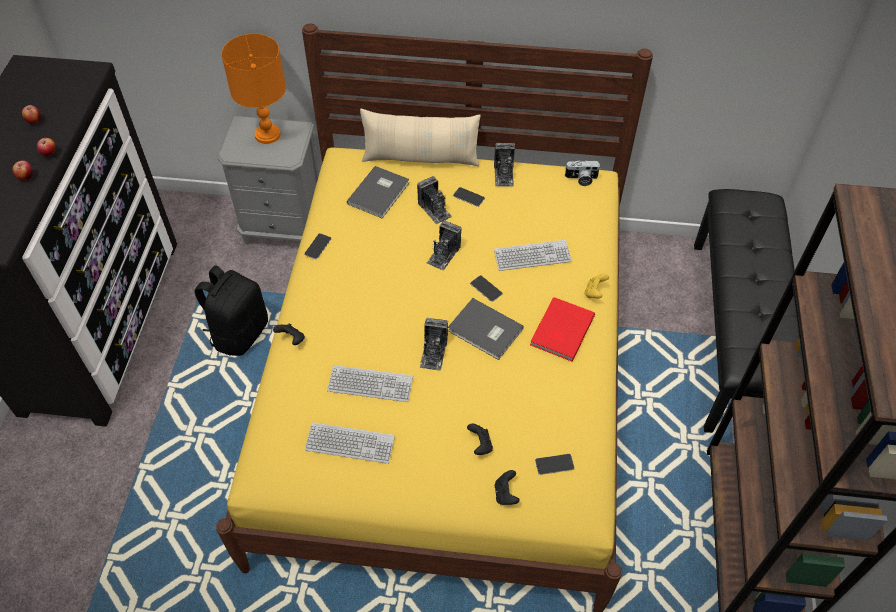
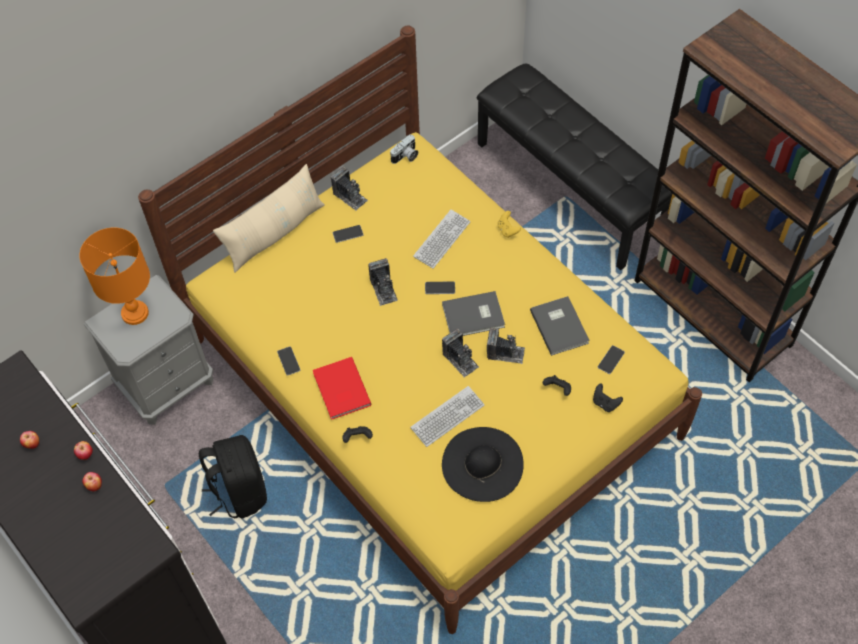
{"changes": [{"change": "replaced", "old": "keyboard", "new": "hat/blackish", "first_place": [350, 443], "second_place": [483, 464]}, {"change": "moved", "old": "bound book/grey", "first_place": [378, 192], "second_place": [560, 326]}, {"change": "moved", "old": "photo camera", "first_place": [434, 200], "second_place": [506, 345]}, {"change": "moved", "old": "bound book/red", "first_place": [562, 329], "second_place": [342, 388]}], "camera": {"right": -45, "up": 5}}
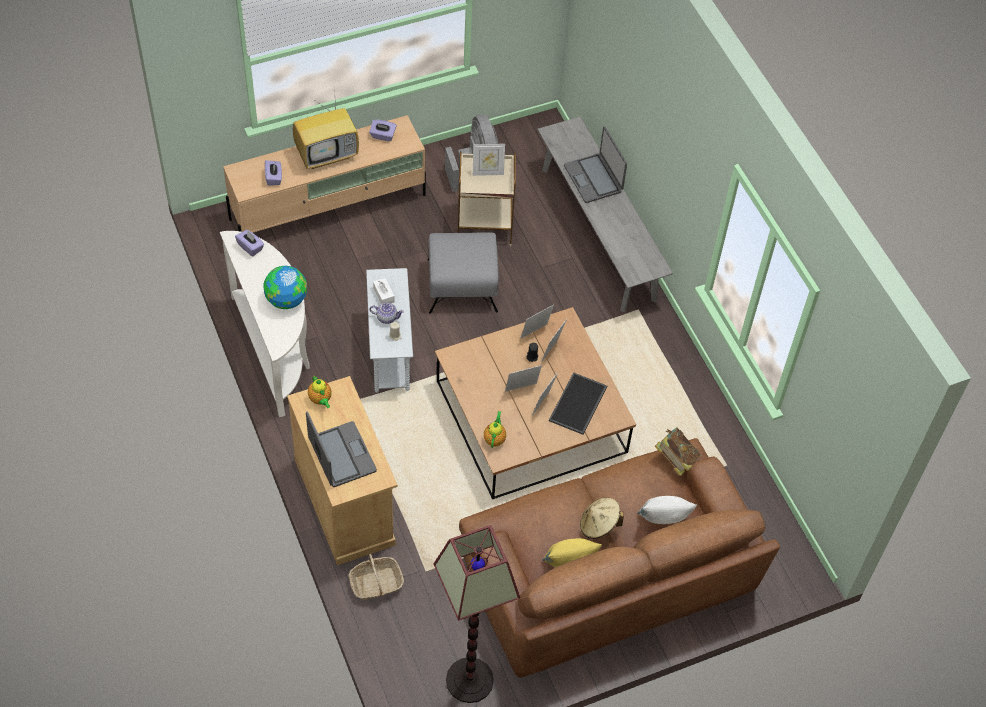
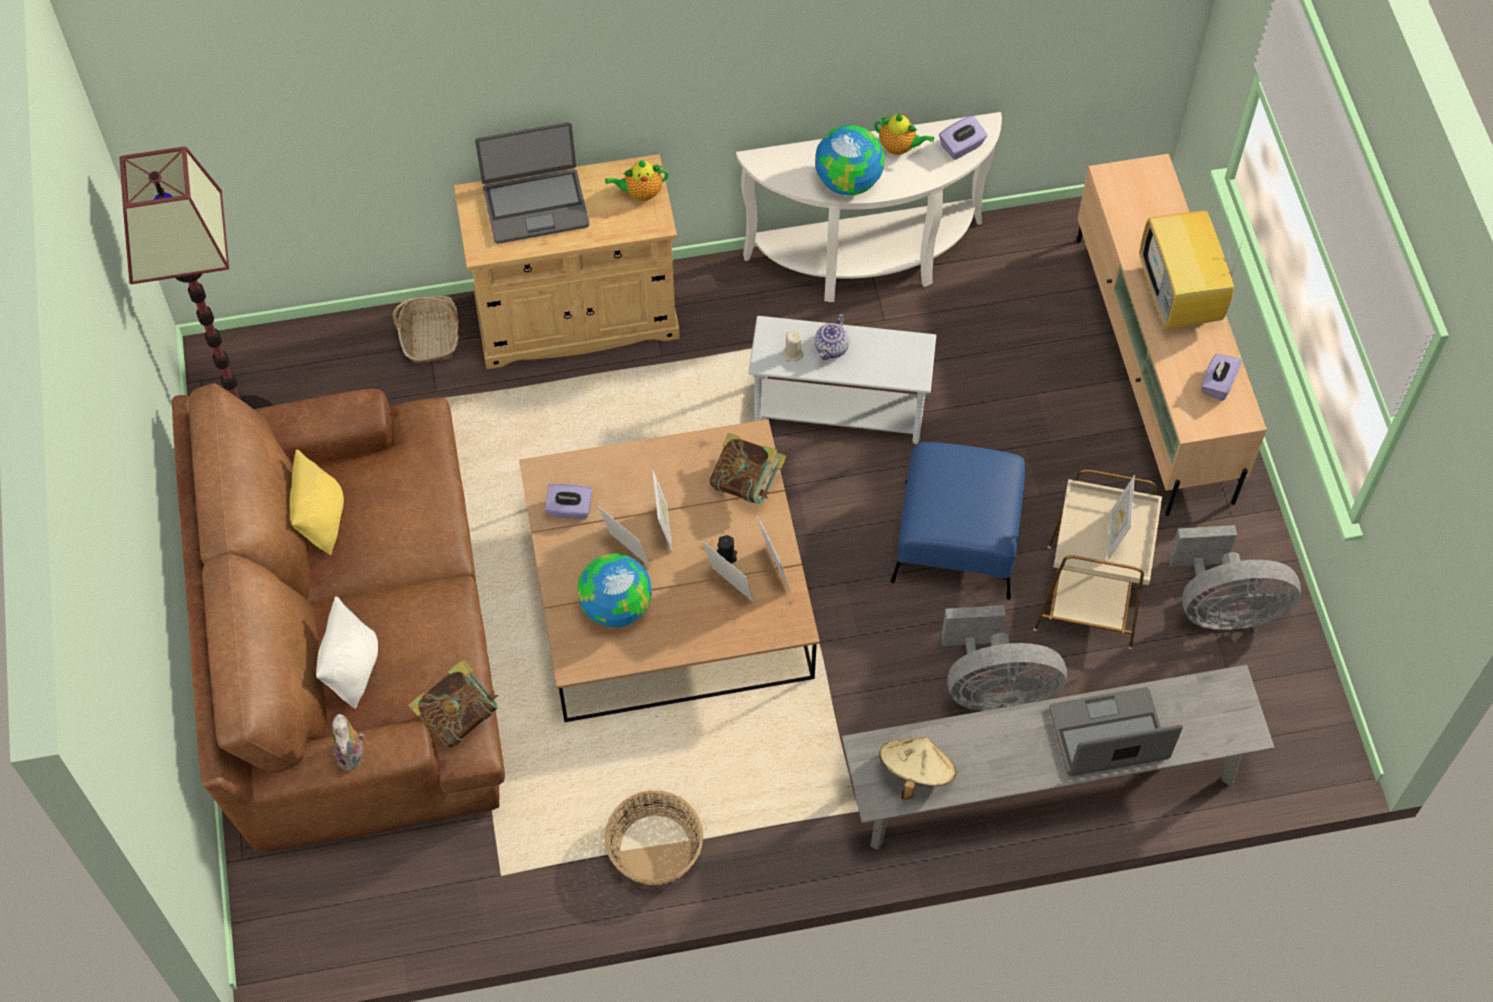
{"changes": [{"change": "moved", "old": "tissue box/purplish", "first_place": [273, 173], "second_place": [568, 501]}, {"change": "removed", "old": "tissue box/white", "first_place": [384, 291]}, {"change": "recoloured", "old": "ottoman/grey", "new": "ottoman/blue", "first_place": [463, 273], "second_place": [958, 521]}, {"change": "moved", "old": "tea pot", "first_place": [495, 429], "second_place": [904, 134]}, {"change": "replaced", "old": "carrying tray", "new": "world globe", "first_place": [578, 403], "second_place": [615, 590]}, {"change": "moved", "old": "hat/sand-coloured", "first_place": [602, 518], "second_place": [917, 768]}, {"change": "added", "new": "soft toy", "second_place": [347, 742]}, {"change": "added", "new": "storage basket", "second_place": [654, 837]}, {"change": "added", "new": "bound book", "second_place": [747, 468]}, {"change": "added", "new": "electric fan/grey", "second_place": [1004, 658]}], "camera": {"right": 105, "up": 5}}
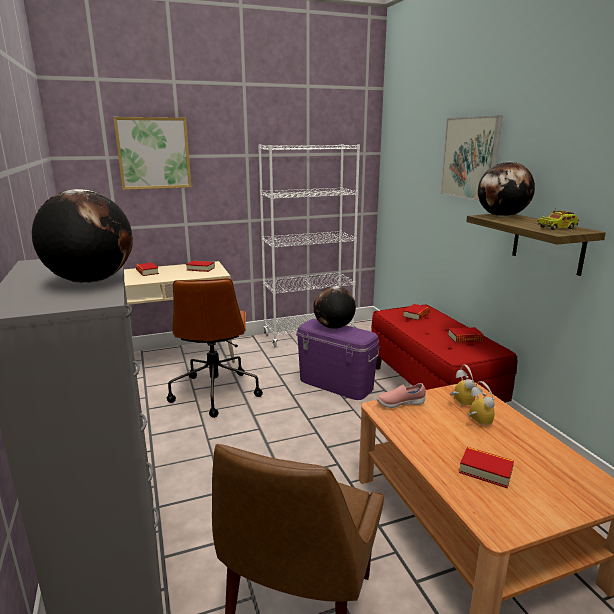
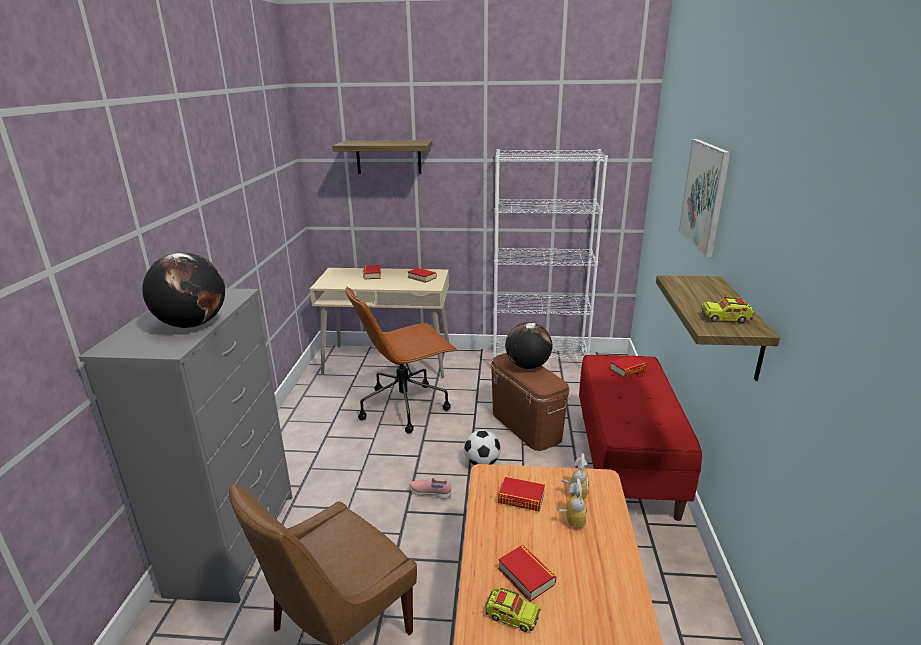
{"changes": [{"change": "replaced", "old": "wall picture", "new": "wall shelf", "first_place": [152, 153], "second_place": [382, 157]}, {"change": "turned", "old": "computer chair/brown-coloured", "first_place": [214, 348], "second_place": [401, 360], "degrees": 45}, {"change": "recoloured", "old": "storage container/purplish", "new": "storage container/brown-coloured", "first_place": [338, 359], "second_place": [530, 402]}, {"change": "moved", "old": "low shoe/pink", "first_place": [401, 395], "second_place": [430, 488]}, {"change": "moved", "old": "bound book", "first_place": [466, 335], "second_place": [521, 494]}, {"change": "removed", "old": "world globe", "first_place": [506, 189]}, {"change": "added", "new": "ball for football", "second_place": [482, 447]}, {"change": "added", "new": "model truck", "second_place": [513, 610]}], "camera": {"right": 25, "up": 5}}
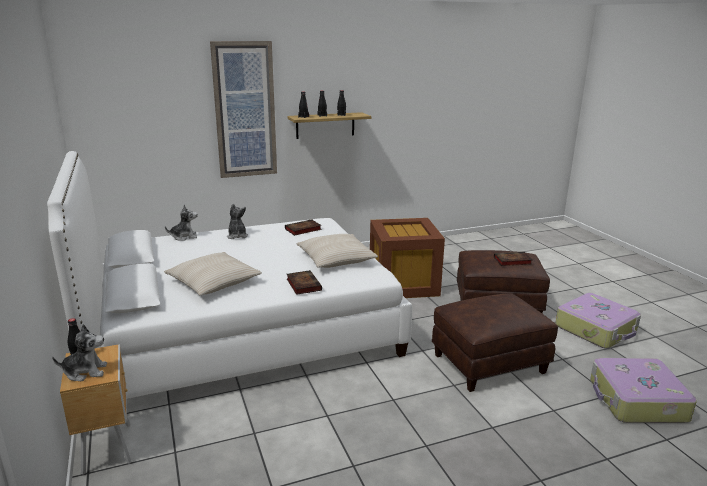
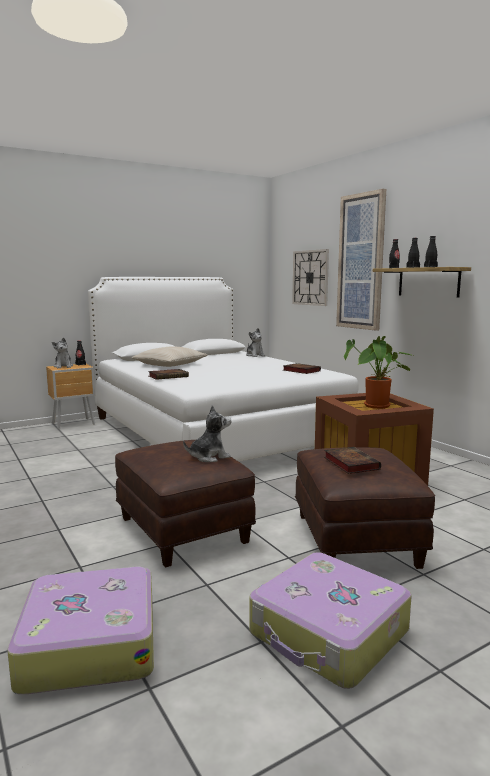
{"changes": [{"change": "moved", "old": "soft toy", "first_place": [237, 221], "second_place": [207, 433]}, {"change": "removed", "old": "pillow/sand-coloured", "first_place": [337, 251]}, {"change": "added", "new": "hanging clock", "second_place": [310, 277]}, {"change": "added", "new": "plant in a pot", "second_place": [378, 372]}], "camera": {"right": 80, "up": -10}}
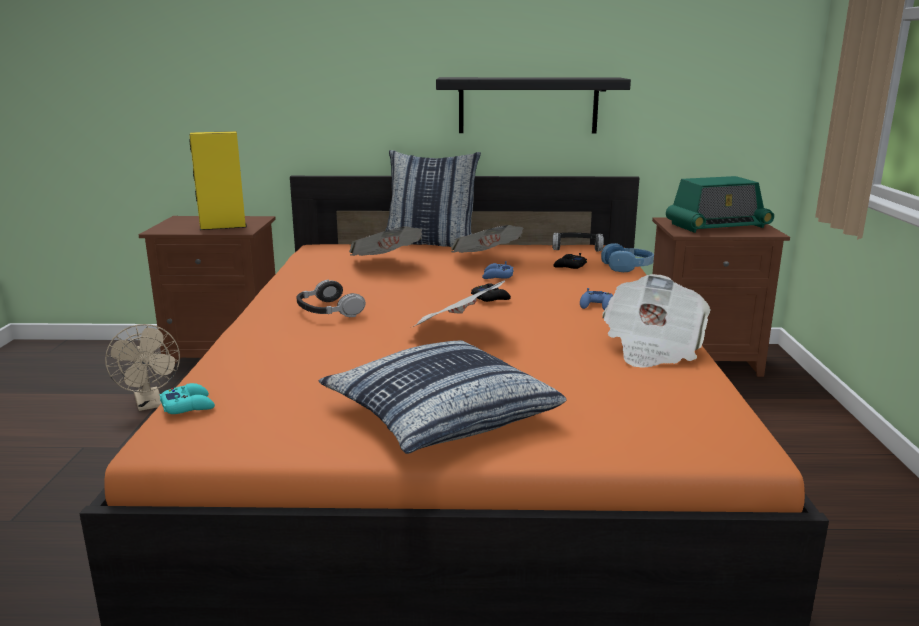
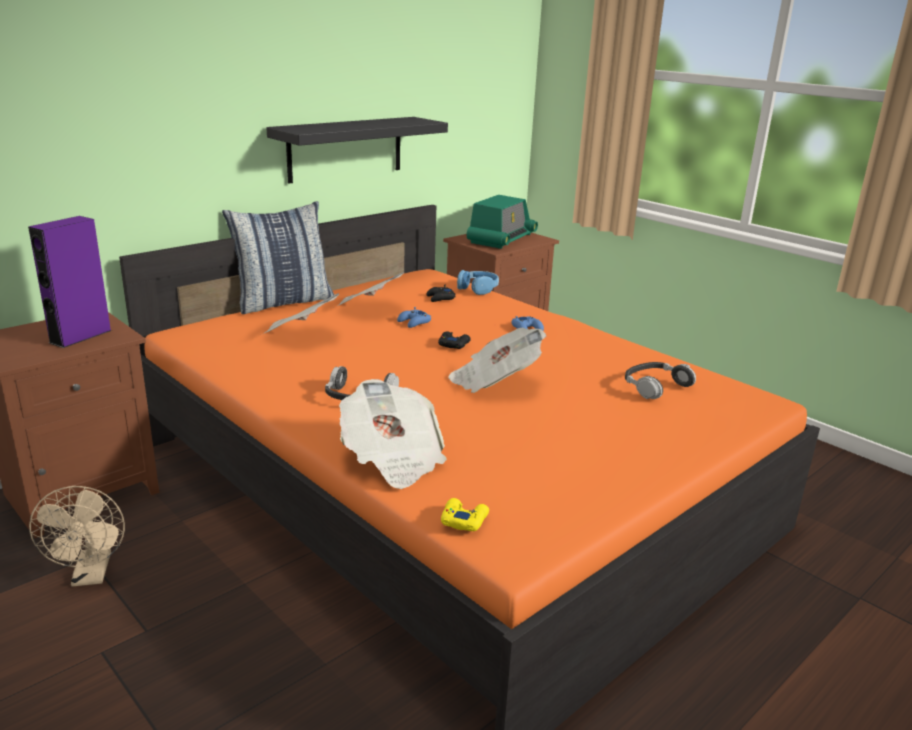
{"changes": [{"change": "turned", "old": "electric fan/sand-coloured", "first_place": [142, 367], "second_place": [77, 536], "degrees": 60}, {"change": "recoloured", "old": "joypad/blue-green", "new": "joypad/yellowish", "first_place": [187, 398], "second_place": [465, 514]}, {"change": "recoloured", "old": "loudspeaker/yellowish", "new": "loudspeaker/purplish", "first_place": [218, 180], "second_place": [70, 282]}, {"change": "removed", "old": "pillow", "first_place": [443, 397]}, {"change": "moved", "old": "headset", "first_place": [578, 242], "second_place": [660, 380]}, {"change": "moved", "old": "printed paper", "first_place": [656, 321], "second_place": [393, 434]}], "camera": {"right": -45, "up": 5}}
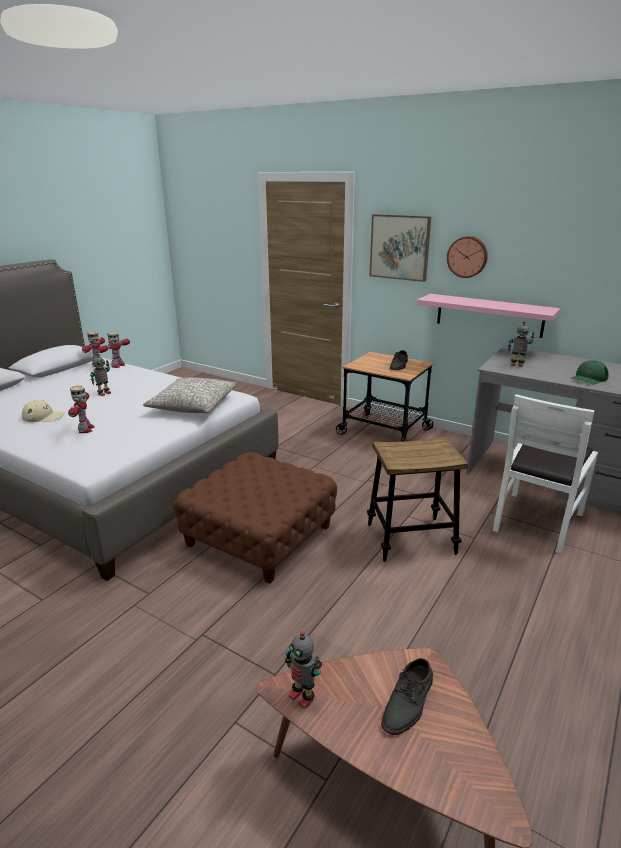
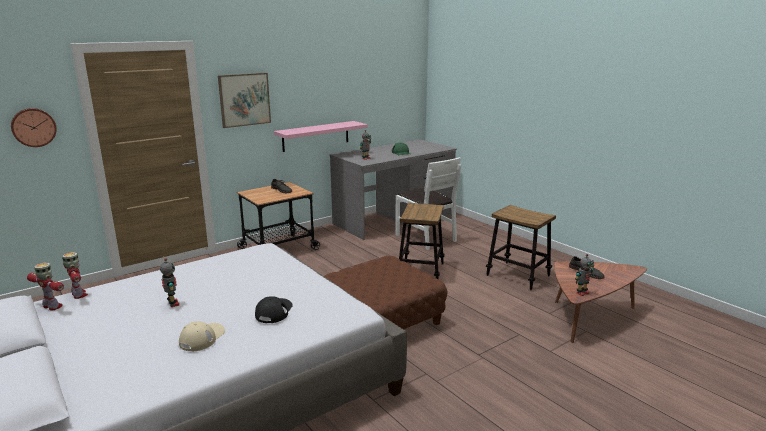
{"changes": [{"change": "replaced", "old": "model robot", "new": "cap/blackish", "first_place": [81, 409], "second_place": [273, 309]}, {"change": "removed", "old": "pillow/grey", "first_place": [190, 395]}, {"change": "moved", "old": "hanging clock", "first_place": [467, 257], "second_place": [34, 127]}, {"change": "added", "new": "sitting stool", "second_place": [521, 247]}], "camera": {"right": -70, "up": -5}}
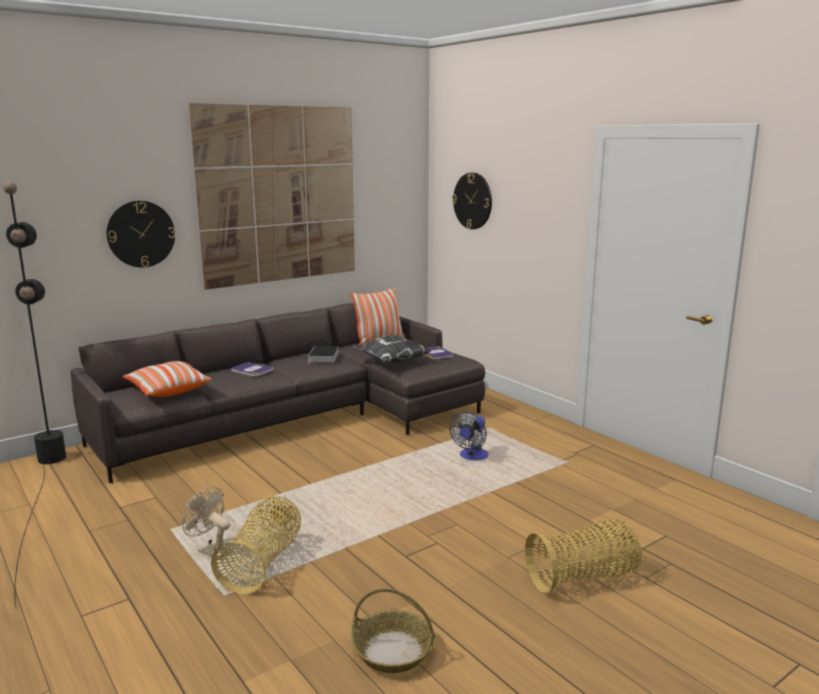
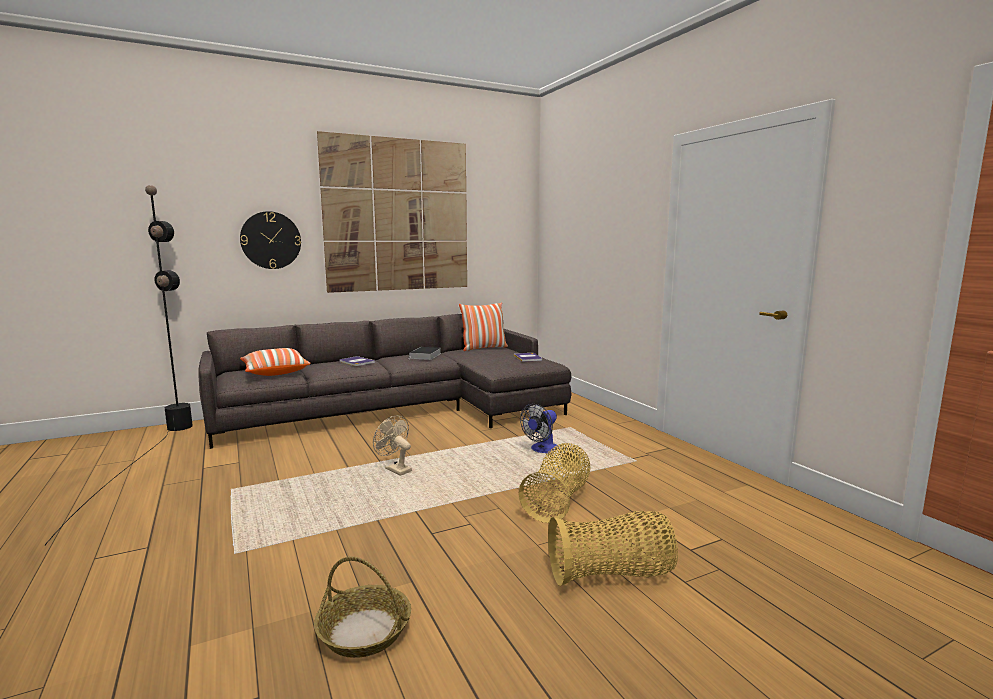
{"changes": [{"change": "moved", "old": "electric fan/sand-coloured", "first_place": [207, 523], "second_place": [392, 445]}, {"change": "moved", "old": "storage basket", "first_place": [256, 545], "second_place": [555, 483]}, {"change": "removed", "old": "pillow", "first_place": [390, 349]}, {"change": "removed", "old": "hanging clock", "first_place": [472, 201]}], "camera": {"right": 10, "up": -5}}
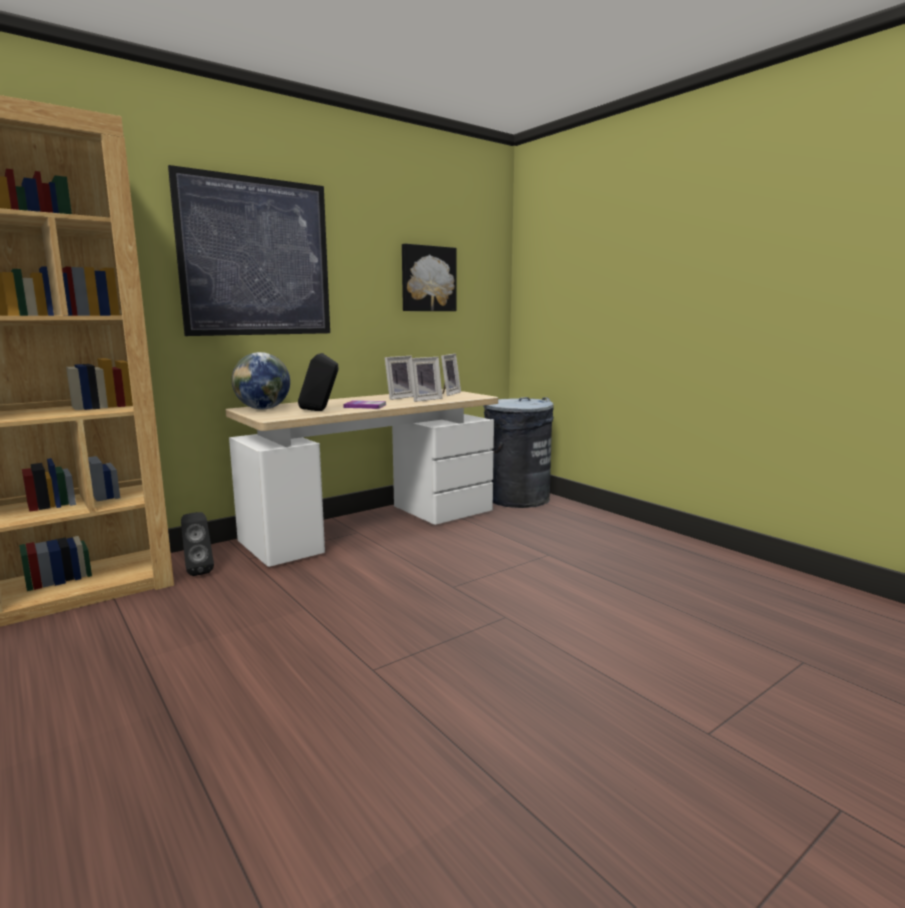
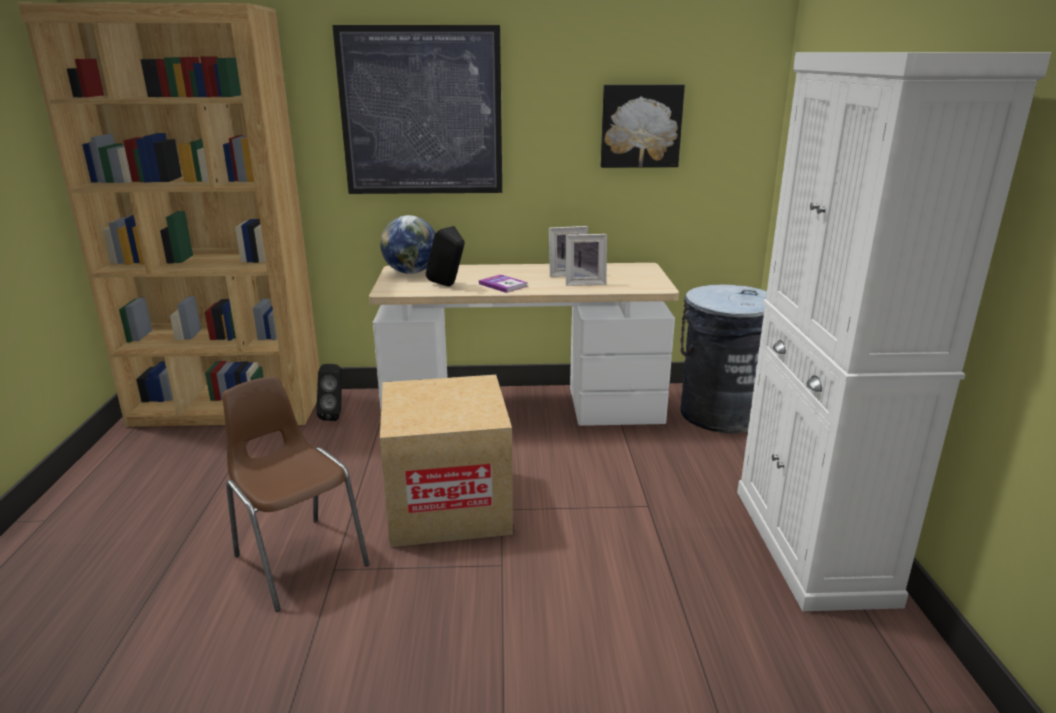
{"changes": [{"change": "removed", "old": "photo frame", "first_place": [451, 374]}, {"change": "added", "new": "upright chair/brown-coloured", "second_place": [296, 494]}, {"change": "added", "new": "packing box", "second_place": [446, 461]}, {"change": "added", "new": "storage cabinet/white", "second_place": [894, 331]}], "camera": {"right": 35, "up": 10}}
